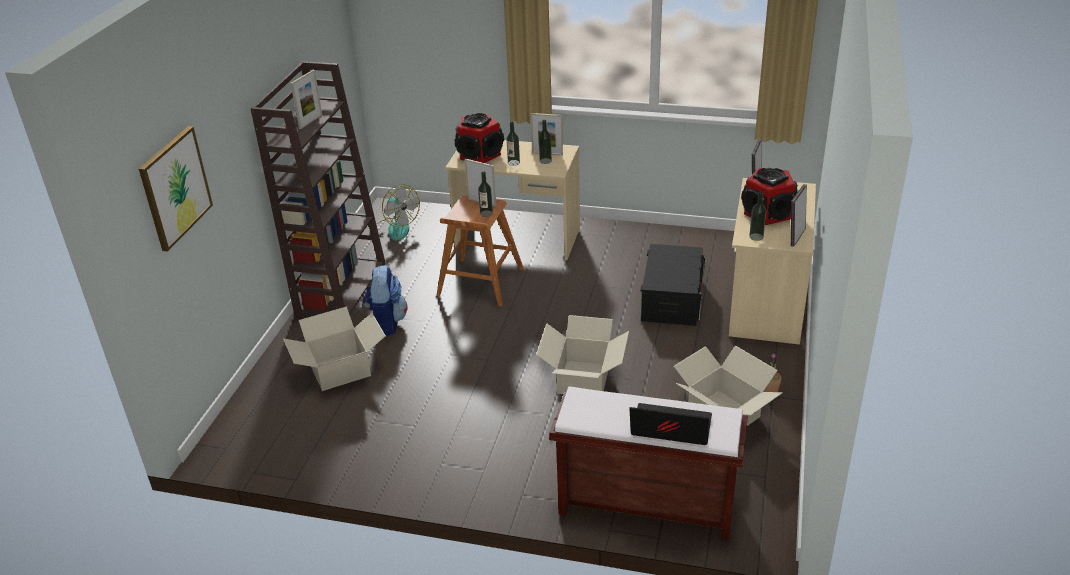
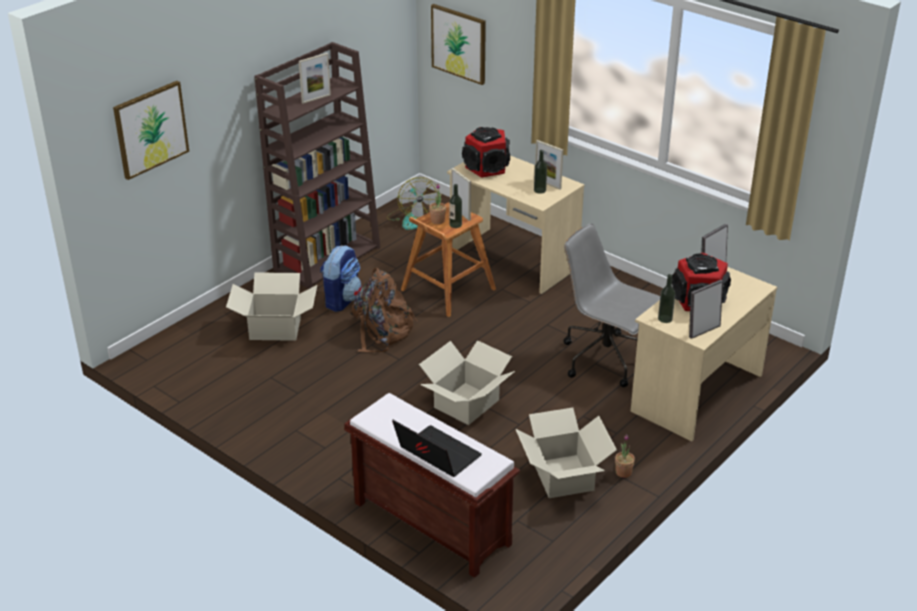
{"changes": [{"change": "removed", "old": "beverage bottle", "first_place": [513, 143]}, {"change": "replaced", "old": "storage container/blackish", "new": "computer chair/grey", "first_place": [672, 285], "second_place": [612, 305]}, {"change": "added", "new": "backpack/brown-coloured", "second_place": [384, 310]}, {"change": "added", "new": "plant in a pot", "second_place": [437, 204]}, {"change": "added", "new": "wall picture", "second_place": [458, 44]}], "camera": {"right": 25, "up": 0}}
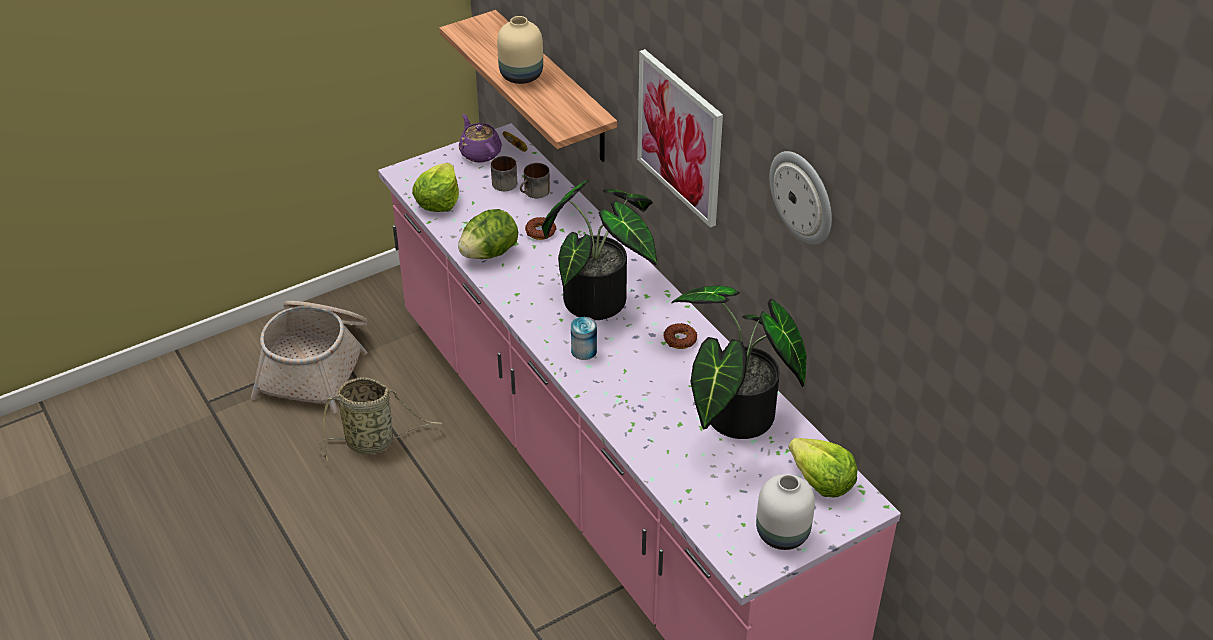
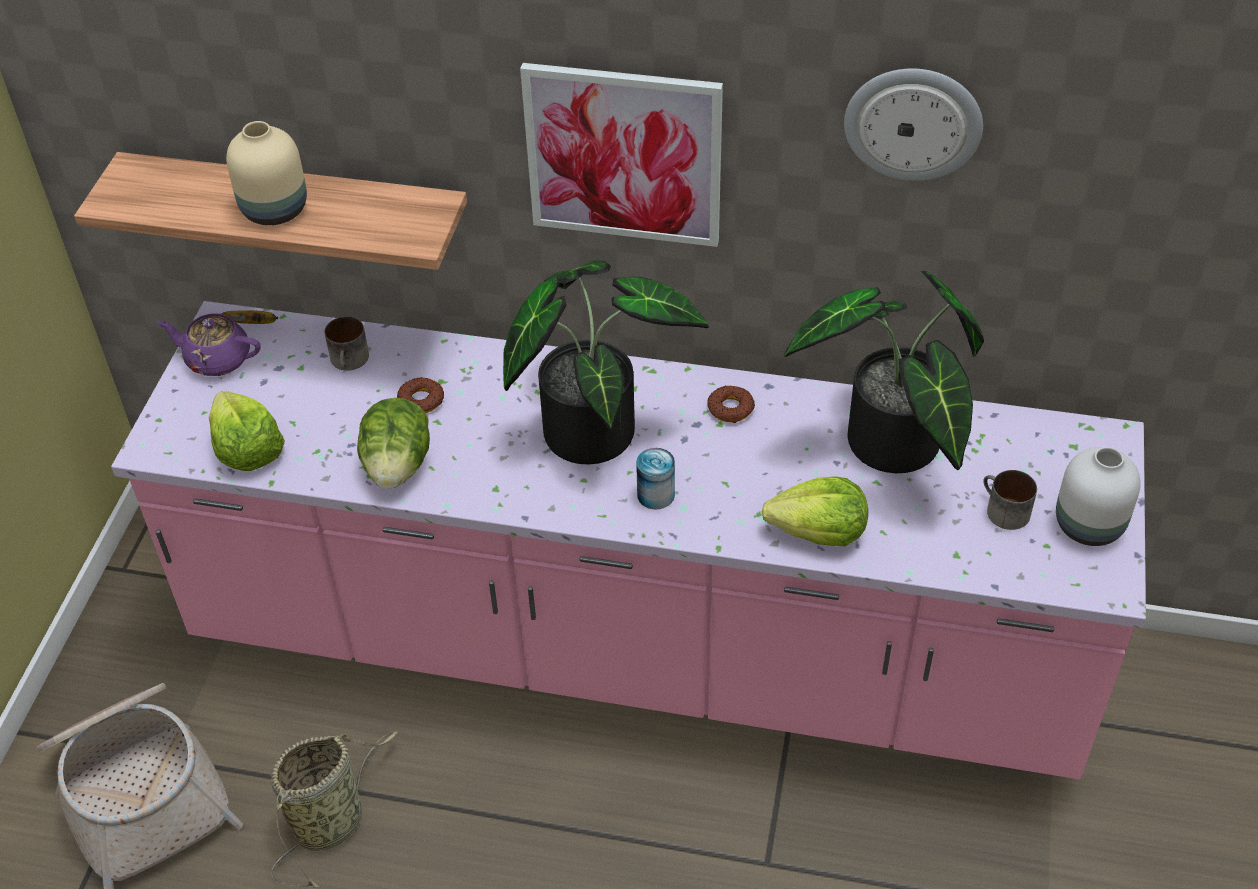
{"changes": [{"change": "moved", "old": "tea mug", "first_place": [504, 173], "second_place": [1010, 500]}, {"change": "moved", "old": "head of lettuce", "first_place": [823, 467], "second_place": [815, 511]}], "camera": {"right": -45, "up": 5}}
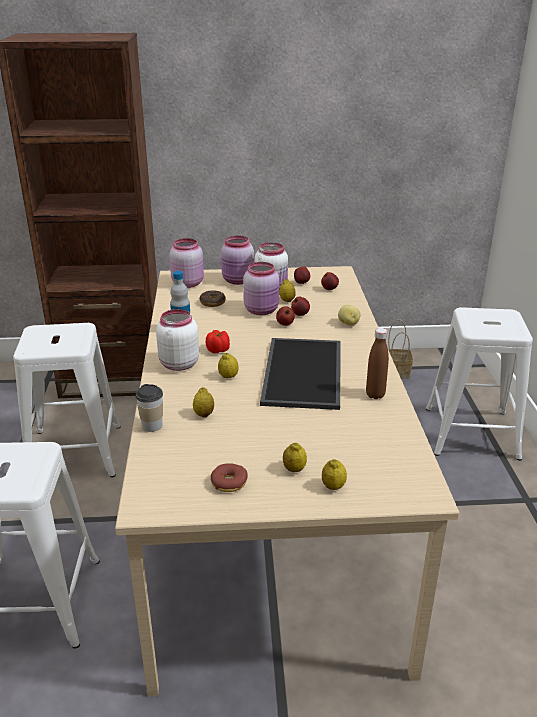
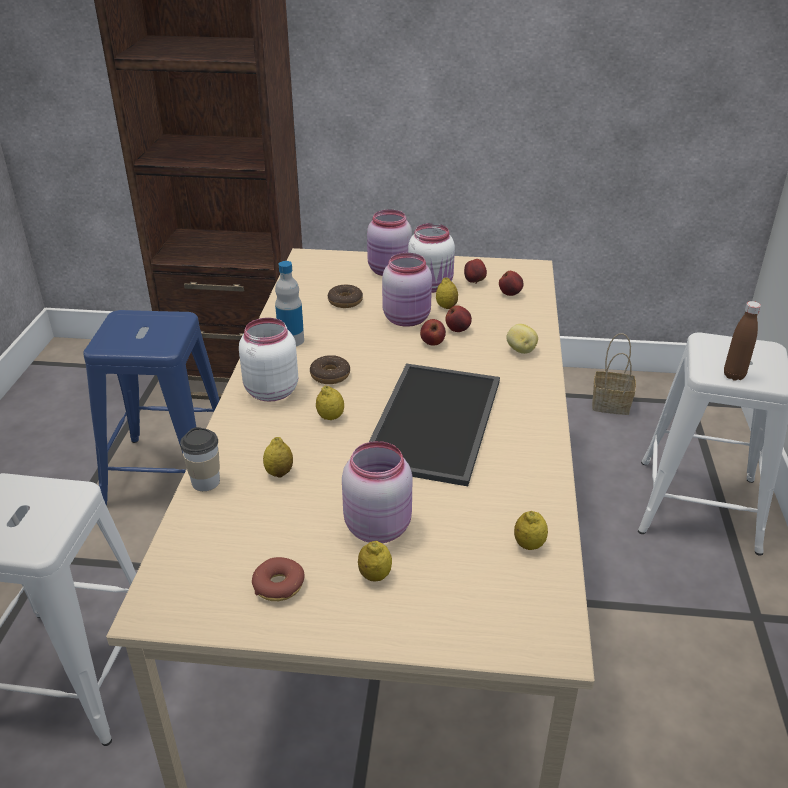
{"changes": [{"change": "recoloured", "old": "sitting stool/white", "new": "sitting stool/blue", "first_place": [67, 400], "second_place": [151, 408]}, {"change": "moved", "old": "jar/pink", "first_place": [186, 263], "second_place": [377, 492]}, {"change": "replaced", "old": "tomato", "new": "ring doughnut", "first_place": [218, 341], "second_place": [330, 369]}, {"change": "moved", "old": "whole lemon", "first_place": [334, 474], "second_place": [531, 530]}, {"change": "moved", "old": "beverage bottle/brown-coloured", "first_place": [377, 363], "second_place": [742, 341]}], "camera": {"right": 10, "up": 5}}
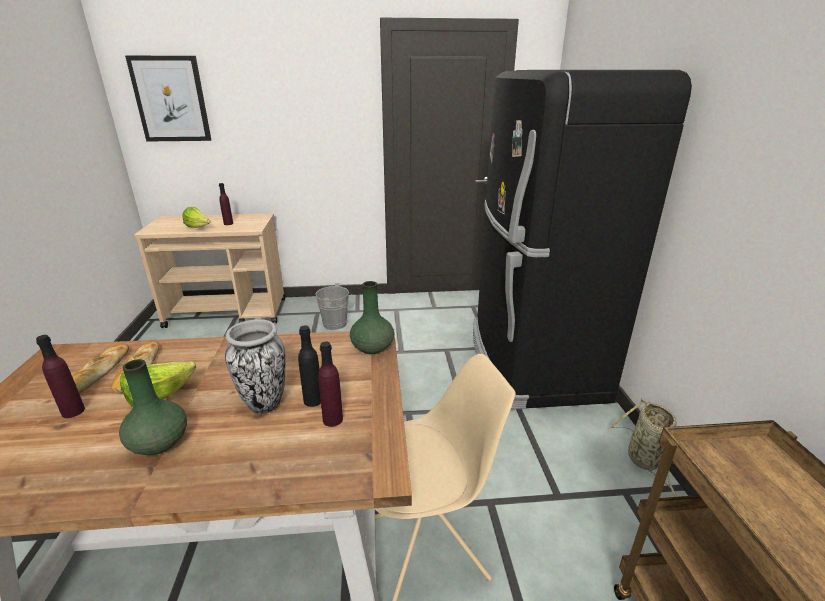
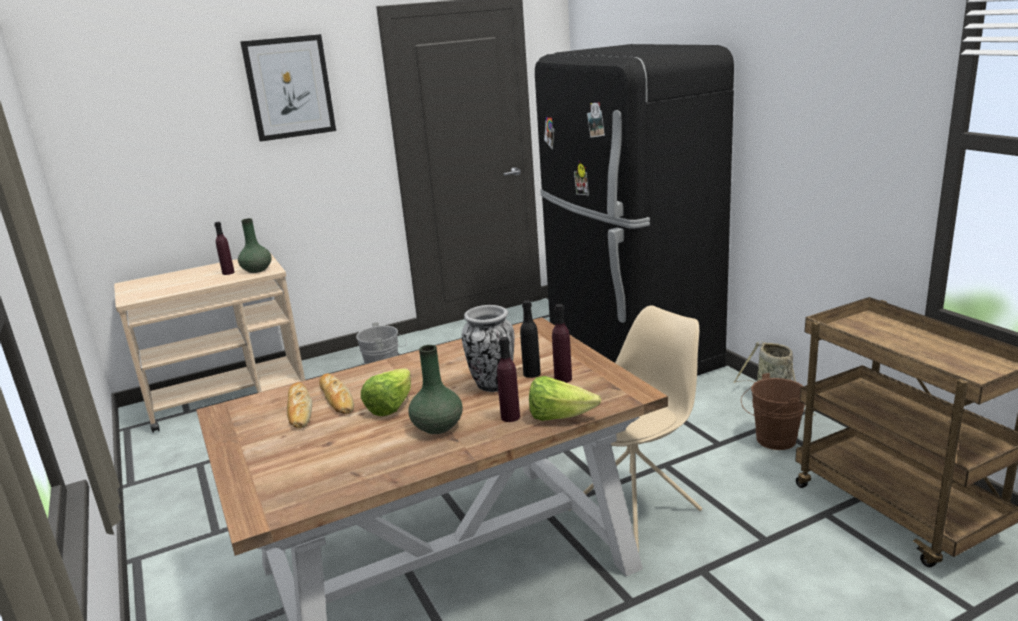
{"changes": [{"change": "moved", "old": "beverage bottle/purplish", "first_place": [60, 376], "second_place": [508, 379]}, {"change": "moved", "old": "wall picture", "first_place": [168, 99], "second_place": [288, 88]}, {"change": "moved", "old": "head of lettuce", "first_place": [196, 217], "second_place": [565, 398]}, {"change": "moved", "old": "flower vase/green-coloured", "first_place": [372, 317], "second_place": [255, 245]}, {"change": "added", "new": "bucket/brown-coloured", "second_place": [773, 411]}], "camera": {"right": -20, "up": -5}}
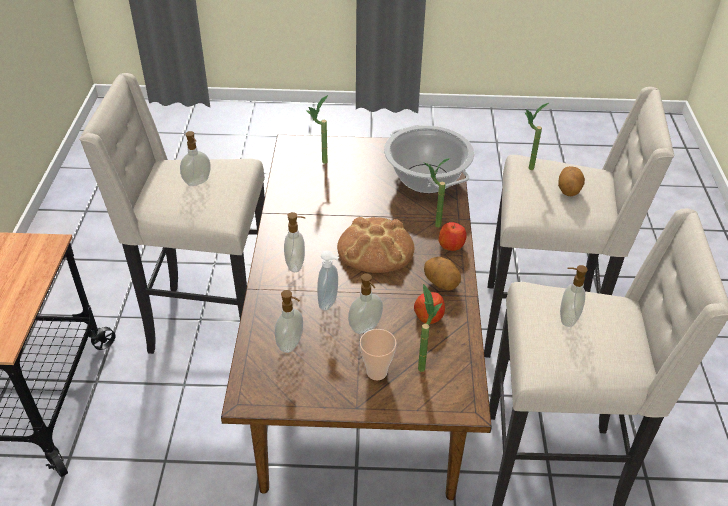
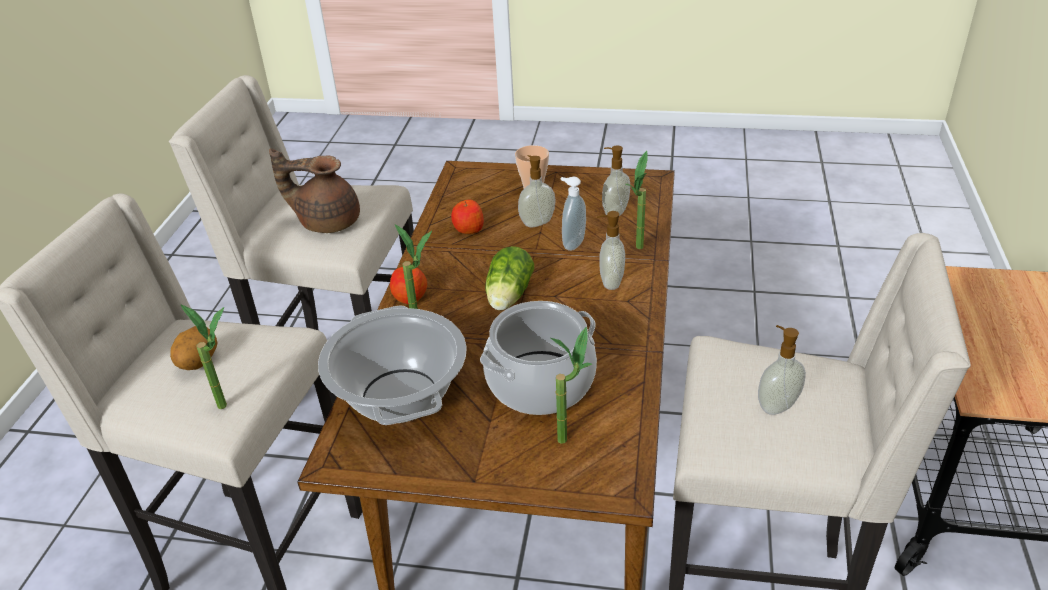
{"changes": [{"change": "replaced", "old": "bakery bread", "new": "head of lettuce", "first_place": [376, 245], "second_place": [509, 278]}, {"change": "moved", "old": "plant in a pot", "first_place": [430, 328], "second_place": [637, 200]}, {"change": "removed", "old": "whole potato", "first_place": [442, 273]}, {"change": "replaced", "old": "soap bottle", "new": "tea pot/brown-coloured", "first_place": [574, 296], "second_place": [314, 190]}, {"change": "added", "new": "cooking pot", "second_place": [538, 358]}], "camera": {"right": -170, "up": -5}}
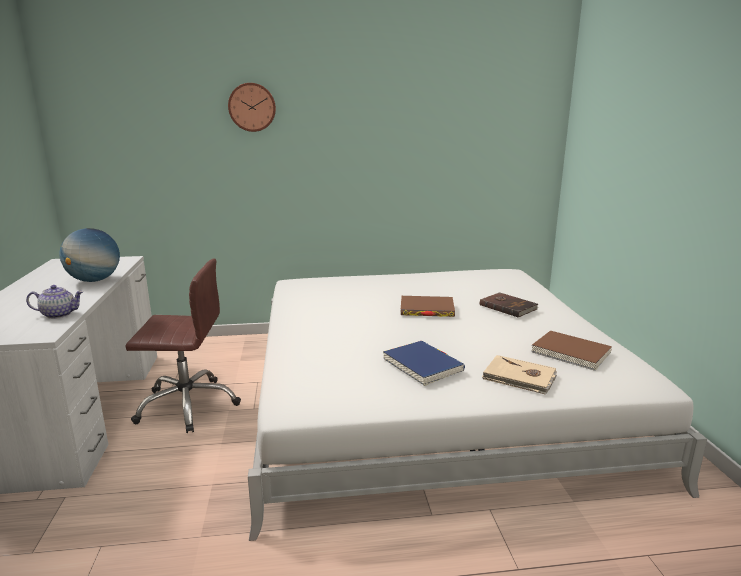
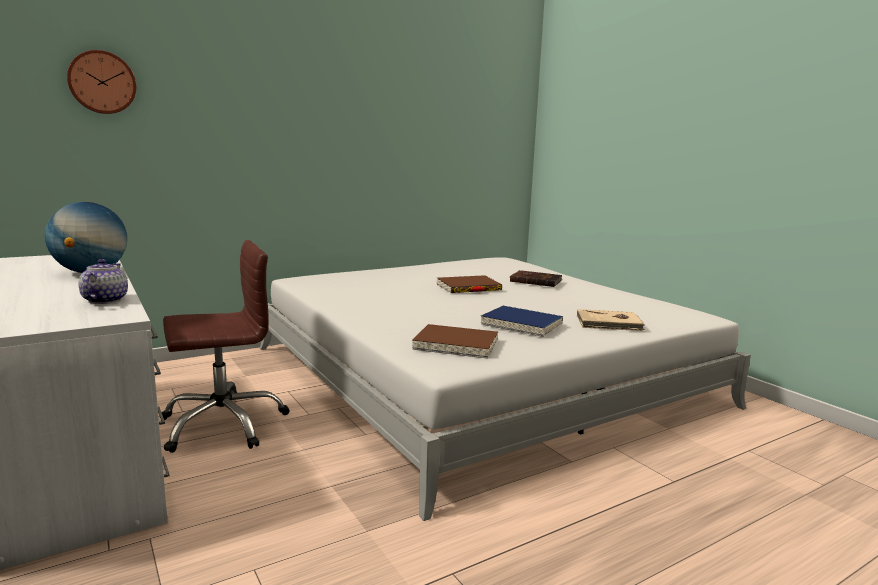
{"changes": [{"change": "turned", "old": "tea pot", "first_place": [55, 302], "second_place": [103, 281], "degrees": -60}, {"change": "moved", "old": "hanging clock", "first_place": [252, 107], "second_place": [101, 82]}, {"change": "moved", "old": "bound book/brown-coloured", "first_place": [572, 351], "second_place": [455, 341]}], "camera": {"right": -25, "up": -5}}
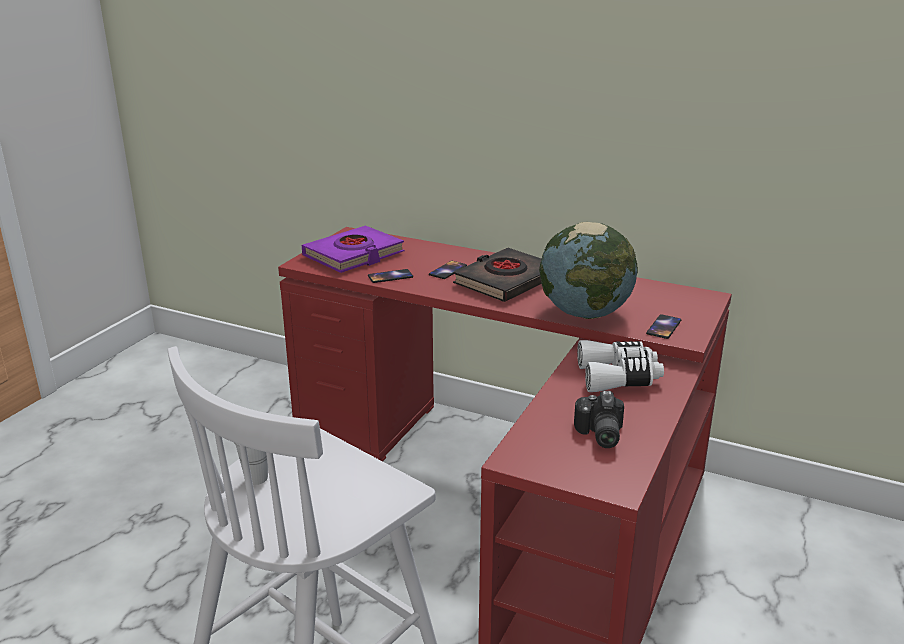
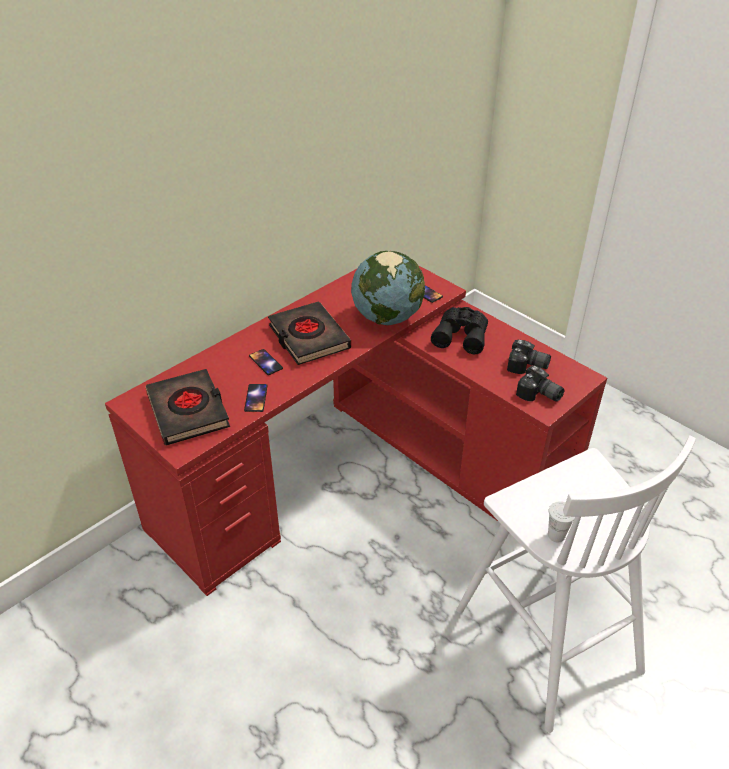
{"changes": [{"change": "recoloured", "old": "bound book/purplish", "new": "bound book/blackish", "first_place": [353, 249], "second_place": [187, 407]}, {"change": "recoloured", "old": "pair of binoculars/white", "new": "pair of binoculars/blackish", "first_place": [620, 366], "second_place": [459, 330]}, {"change": "added", "new": "photo camera", "second_place": [540, 383]}], "camera": {"right": -70, "up": 15}}
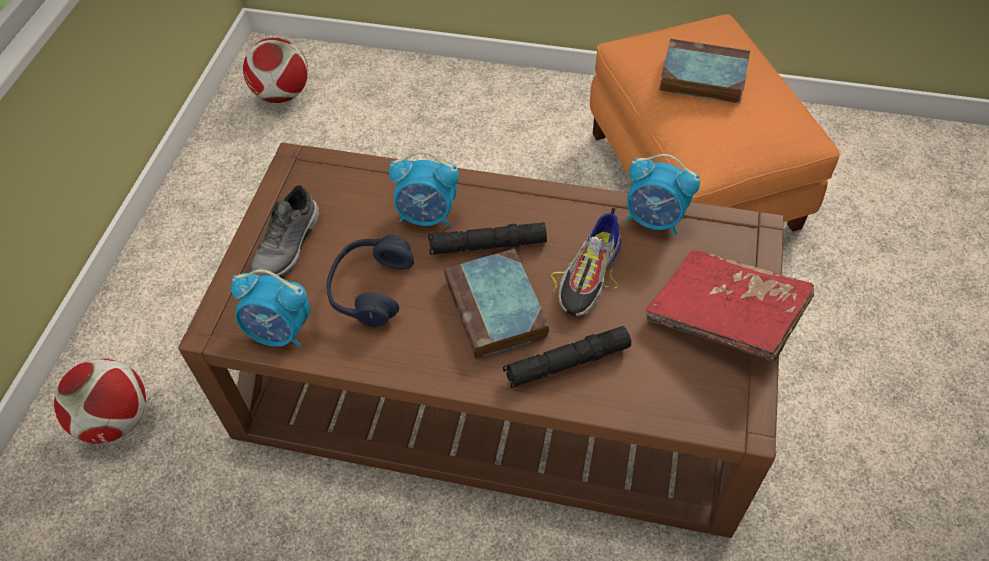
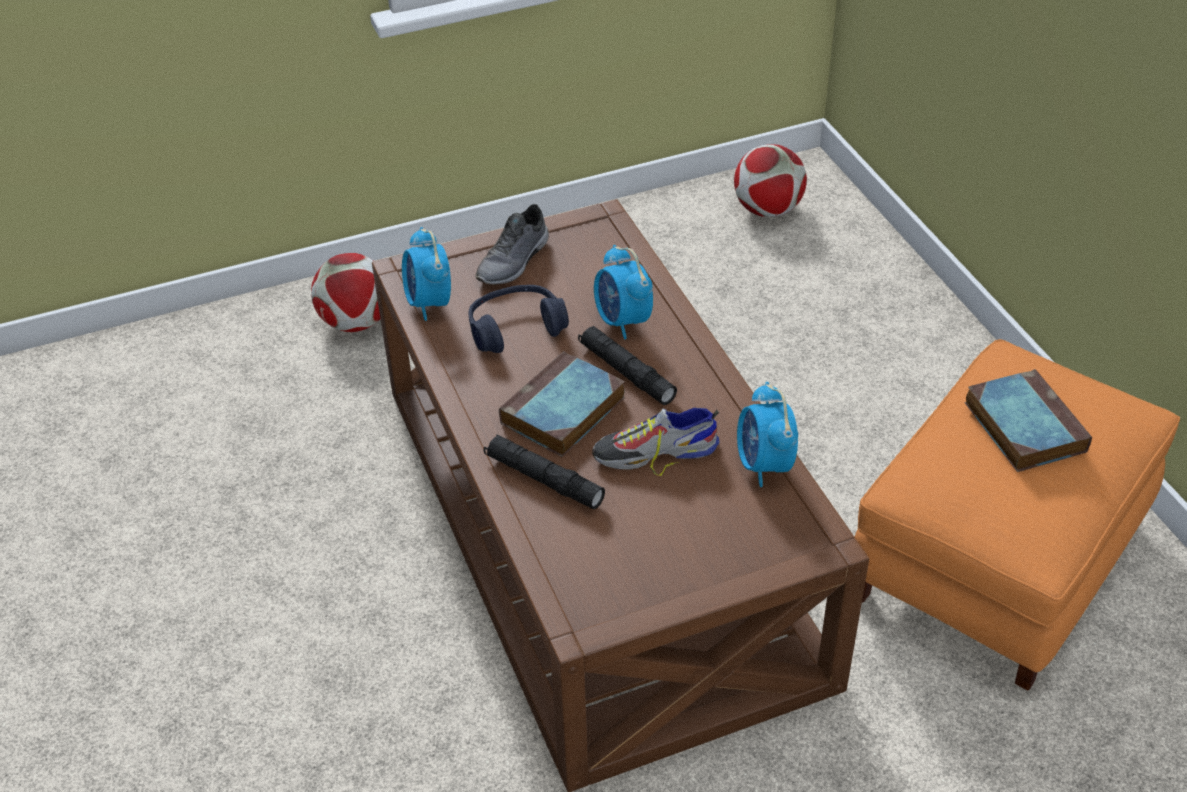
{"changes": [{"change": "turned", "old": "low shoe/grey", "first_place": [284, 231], "second_place": [512, 244], "degrees": -45}, {"change": "removed", "old": "bound book/red", "first_place": [730, 306]}], "camera": {"right": 55, "up": -10}}
